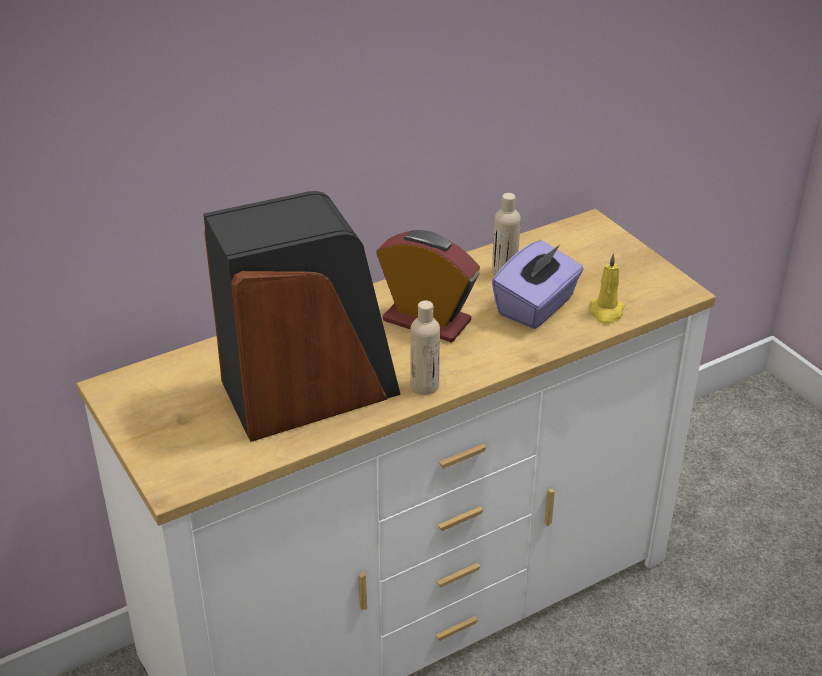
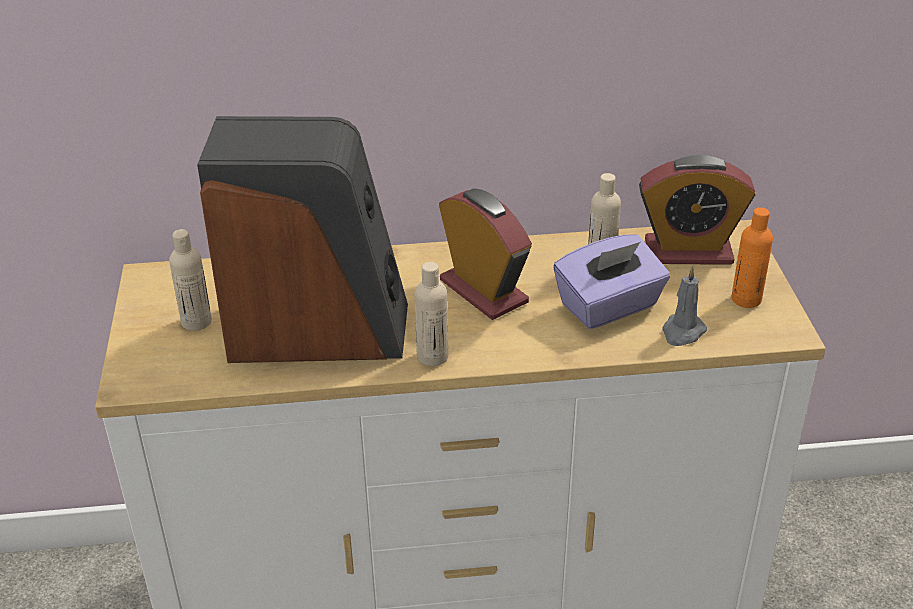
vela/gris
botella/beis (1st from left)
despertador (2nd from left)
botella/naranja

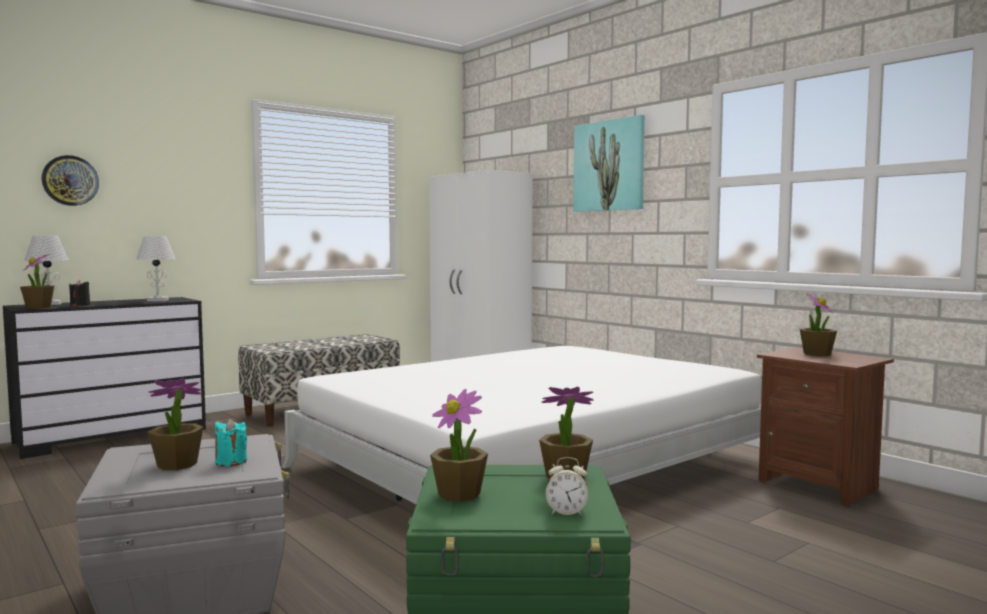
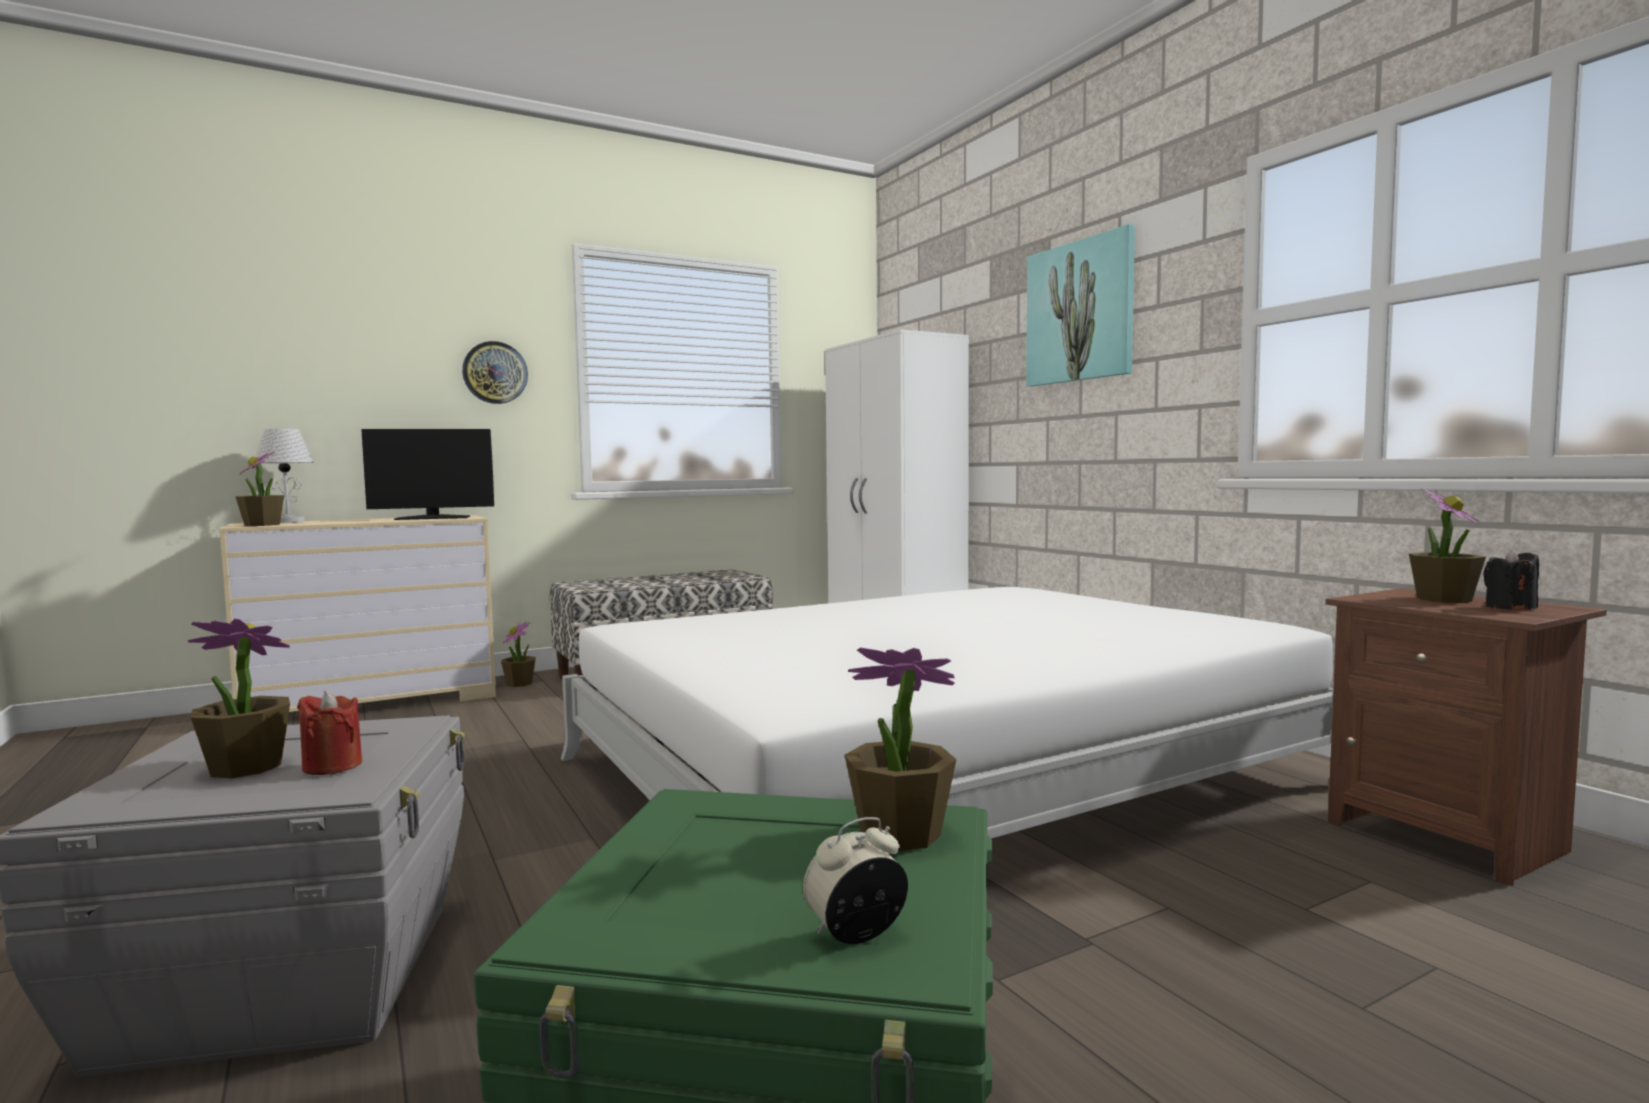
cómoda/beis
reloj de pared
vela/negro
monitor
vela/rojo
planta en maceta (3rd from left)
despertador

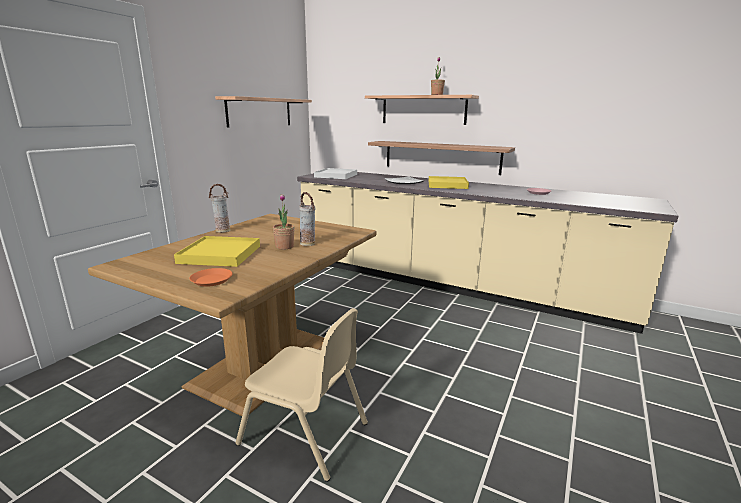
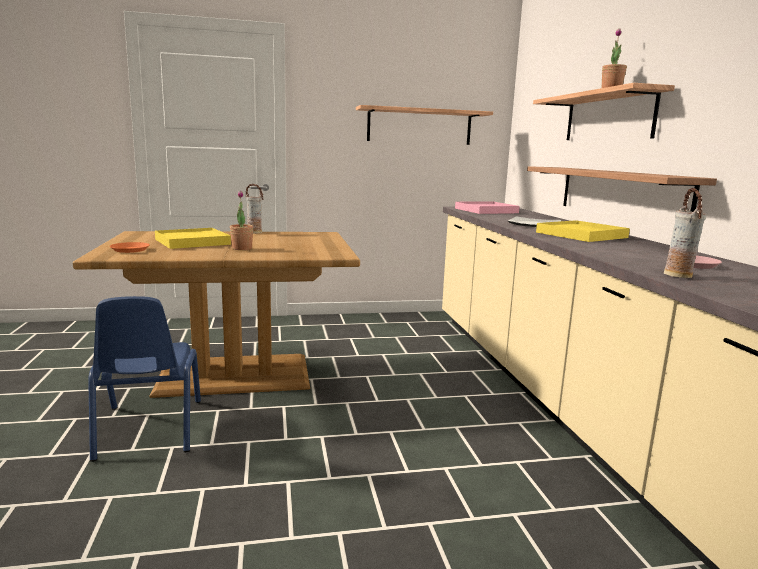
silla/azul
florero (2nd from left)
bandeja/rosa

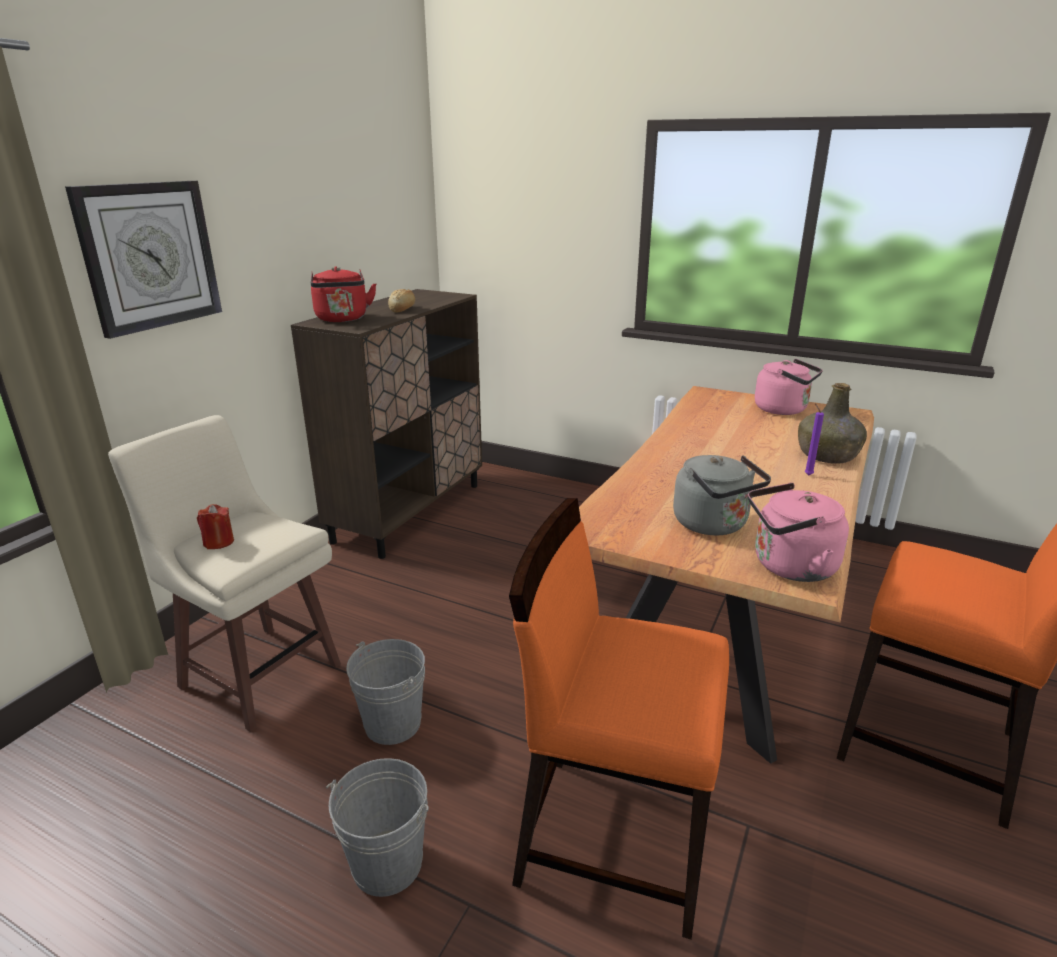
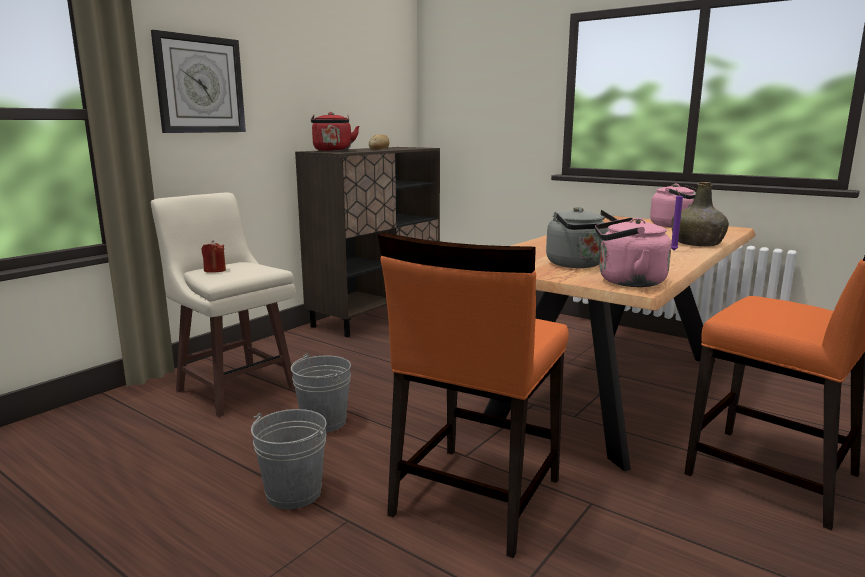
silla/naranja (1st from left)

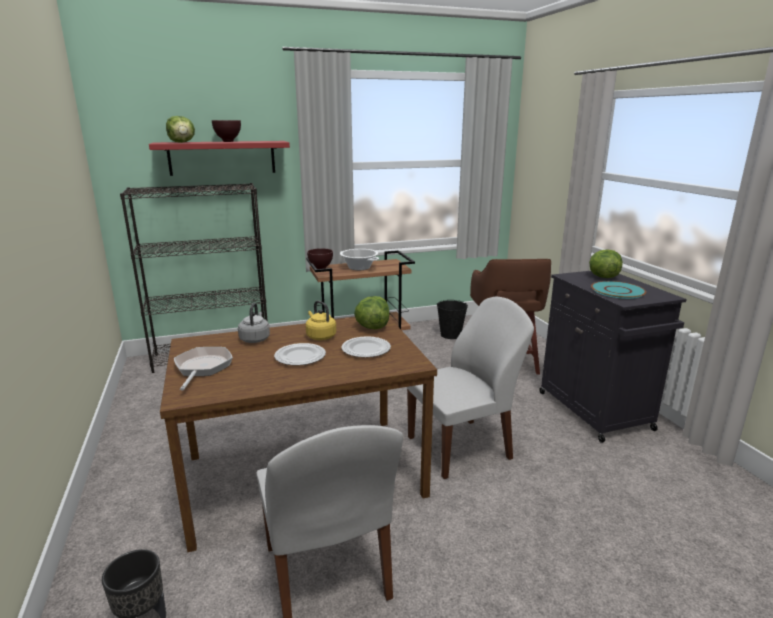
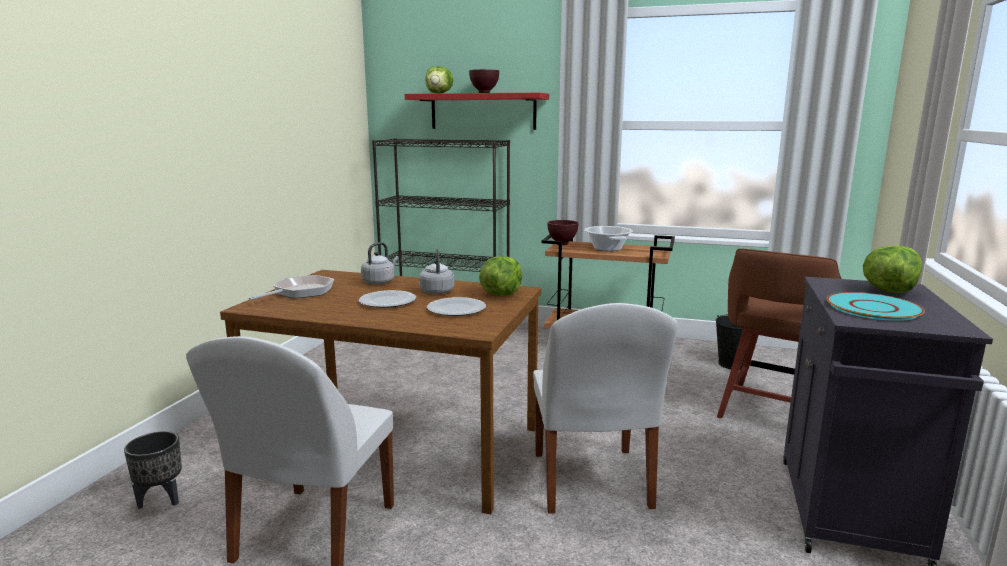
hervidor/gris (2nd from left)
silla/blanco (2nd from left)

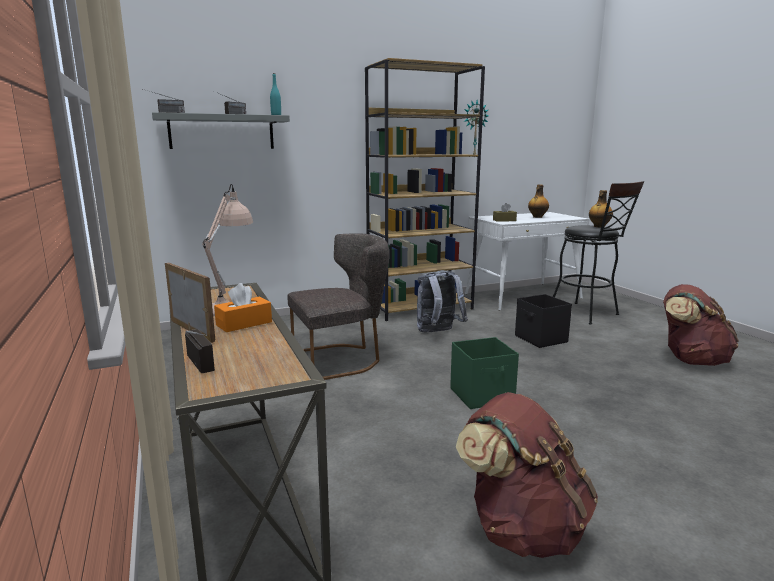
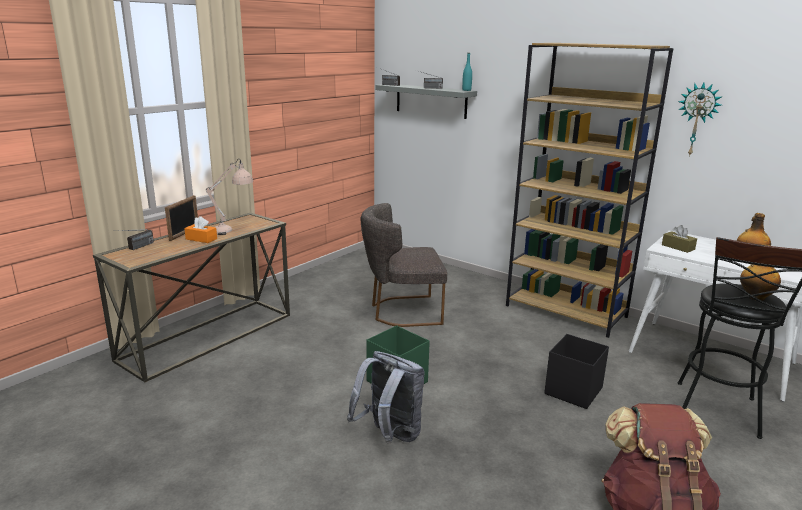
silla/gris
mochila/gris
mochila/marrón (1st from left in the first image)

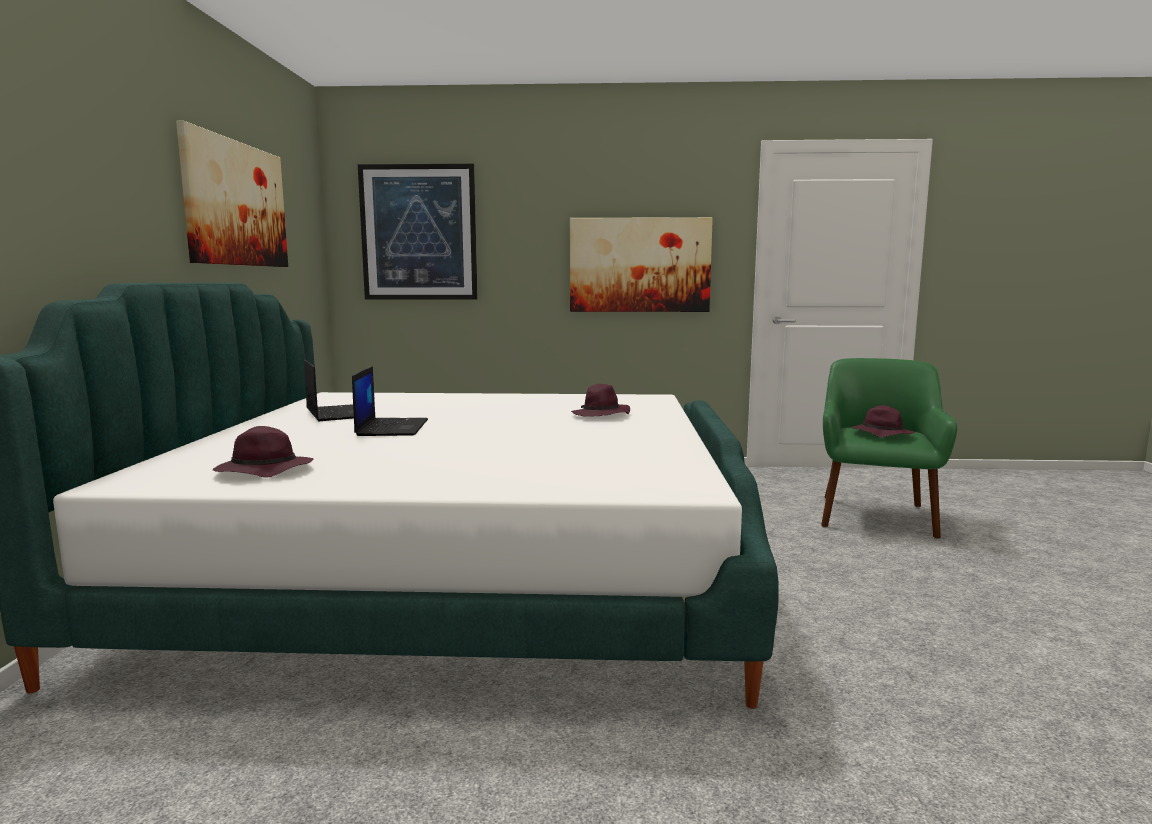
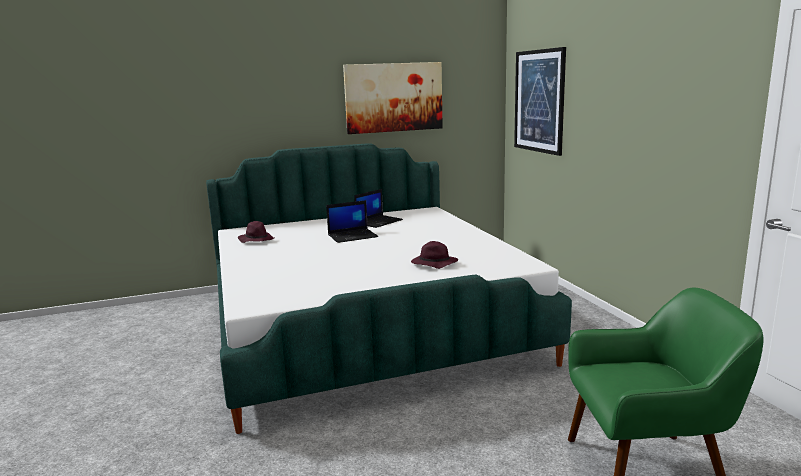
cuadro (3rd from left in the first image)
sombrero/morado (3rd from left in the first image)

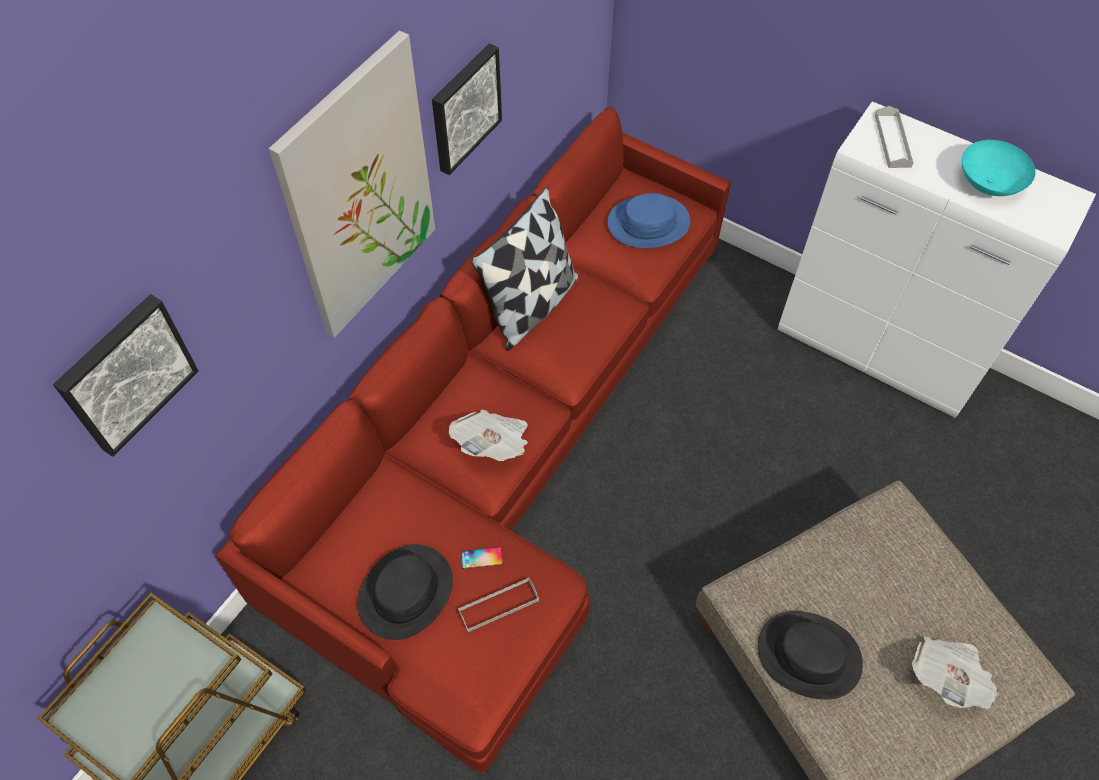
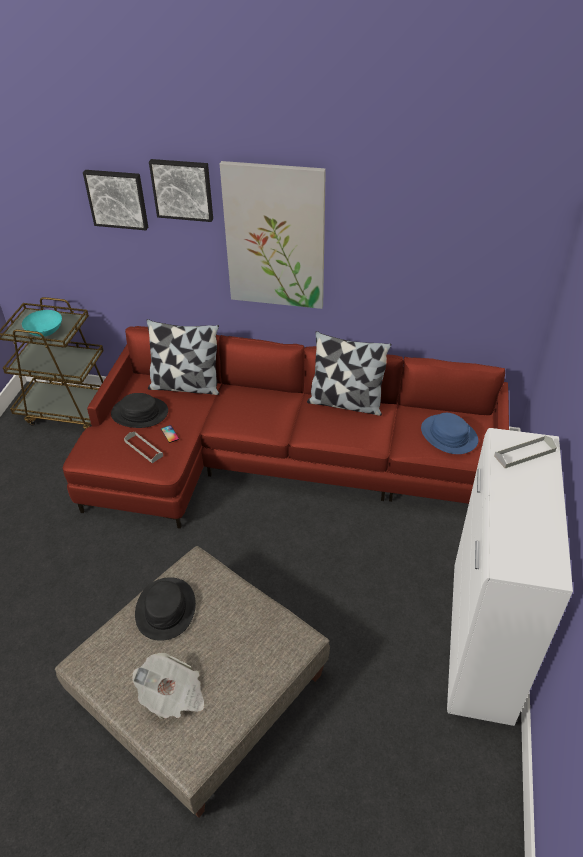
cuadro (2nd from left)
periódico (1st from left in the first image)
cuenco/turquesa
cojín (1st from left)

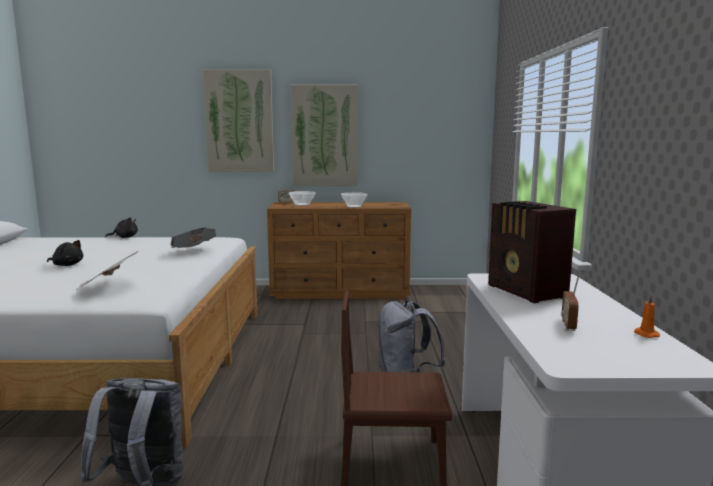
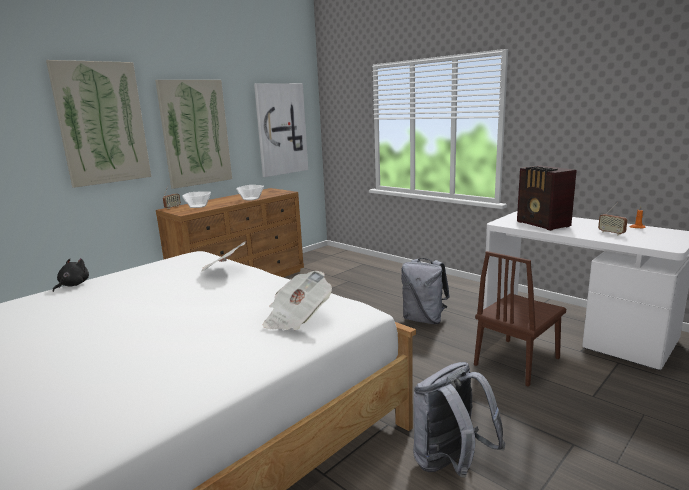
peluche/negro (1st from left in the first image)
radio (2nd from left)
cuadro (3rd from left)

